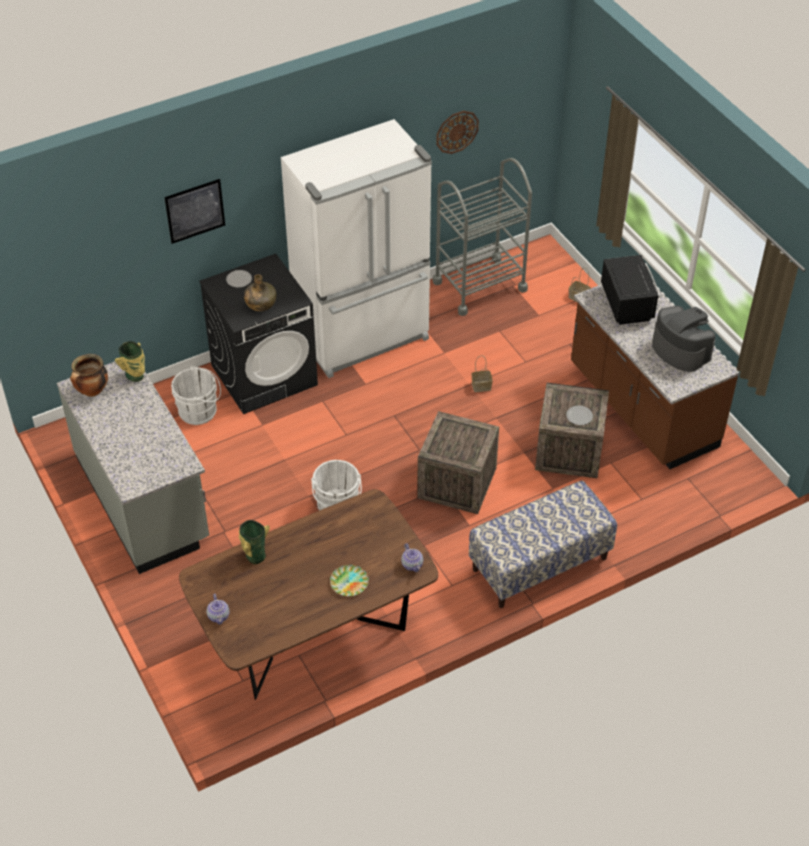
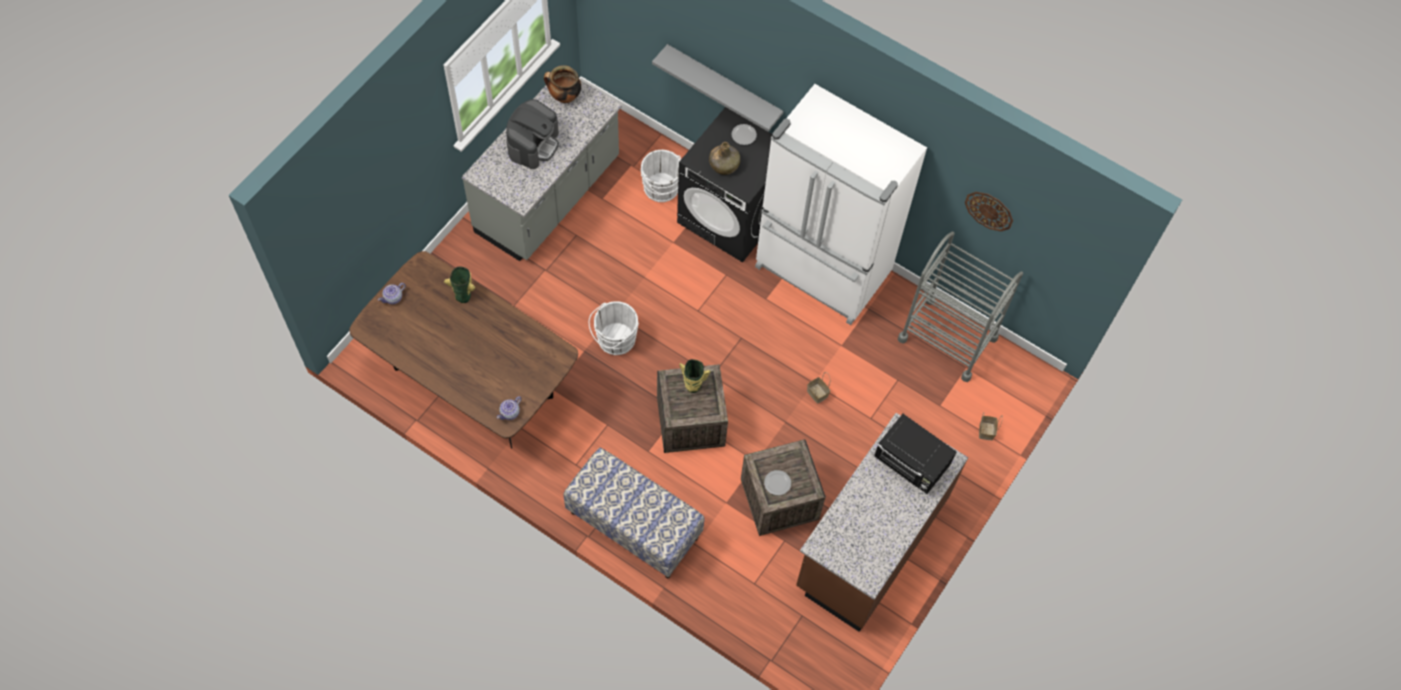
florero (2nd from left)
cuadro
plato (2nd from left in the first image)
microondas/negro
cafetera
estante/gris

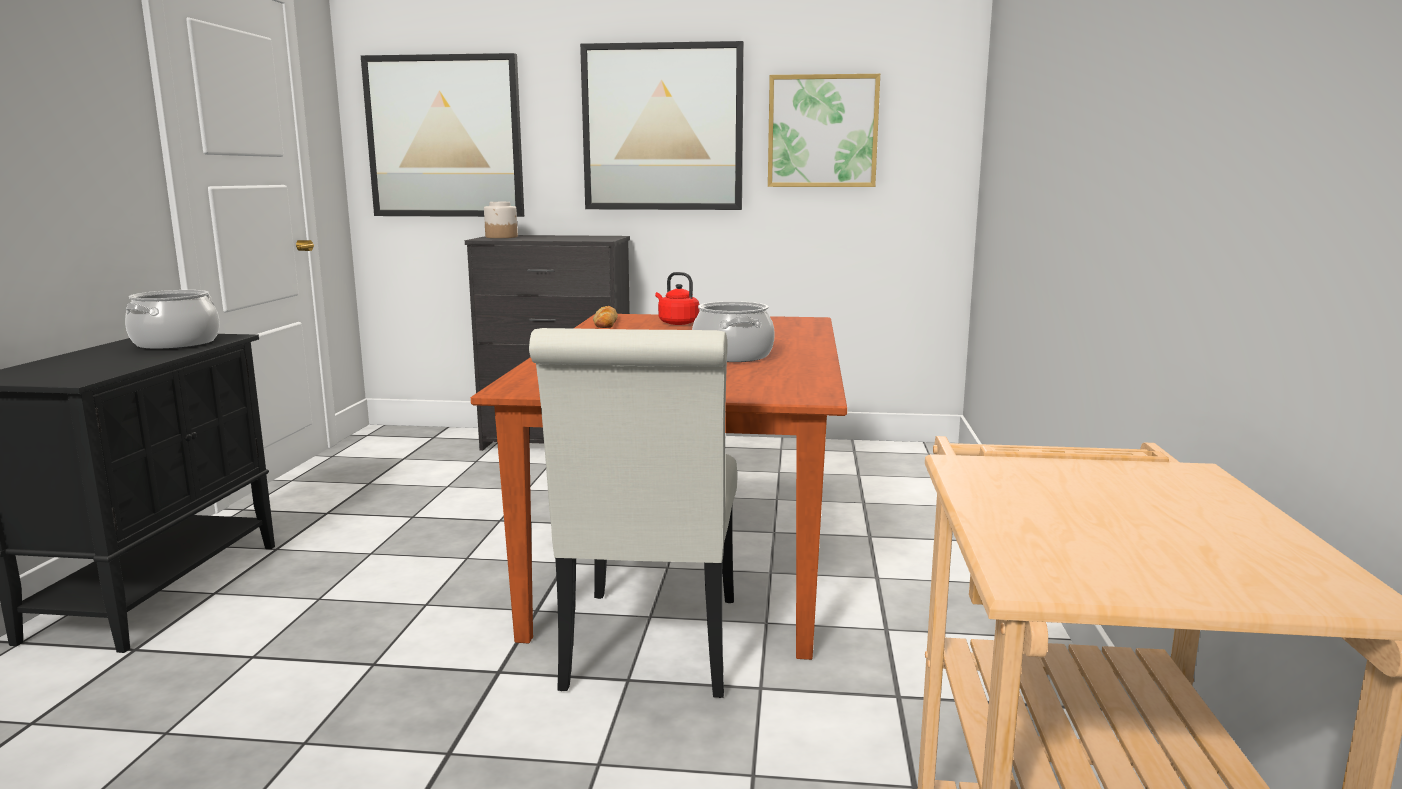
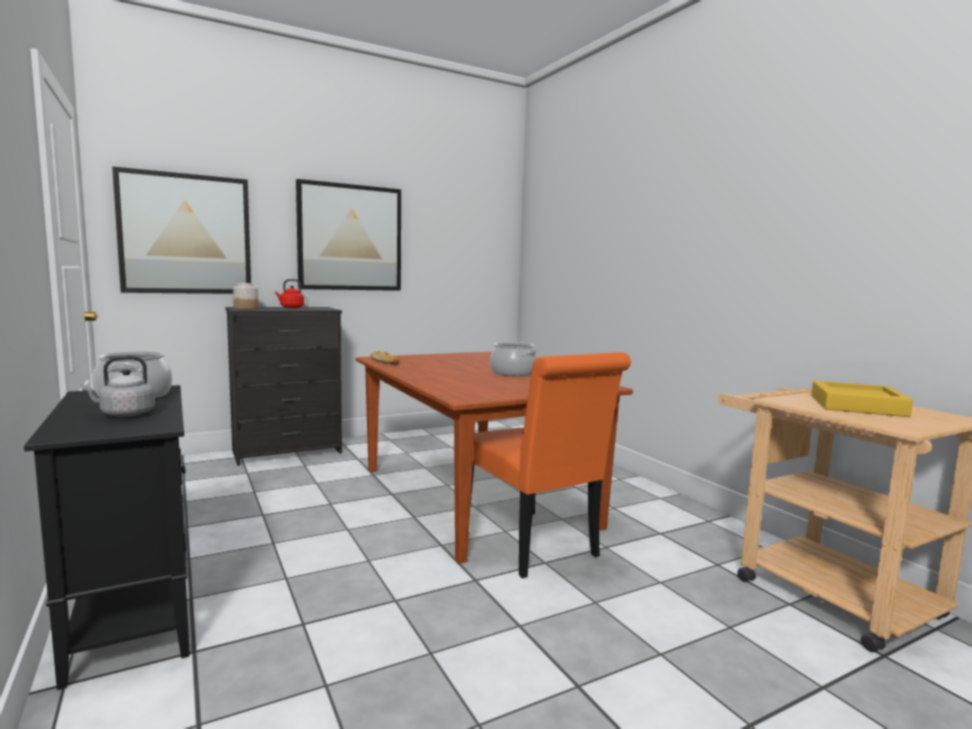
silla/naranja
hervidor/rojo
cuadro (3rd from left in the first image)
hervidor/gris
bandeja/amarillo

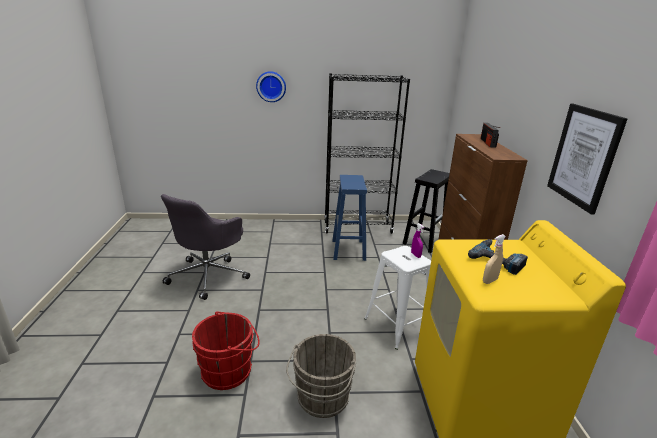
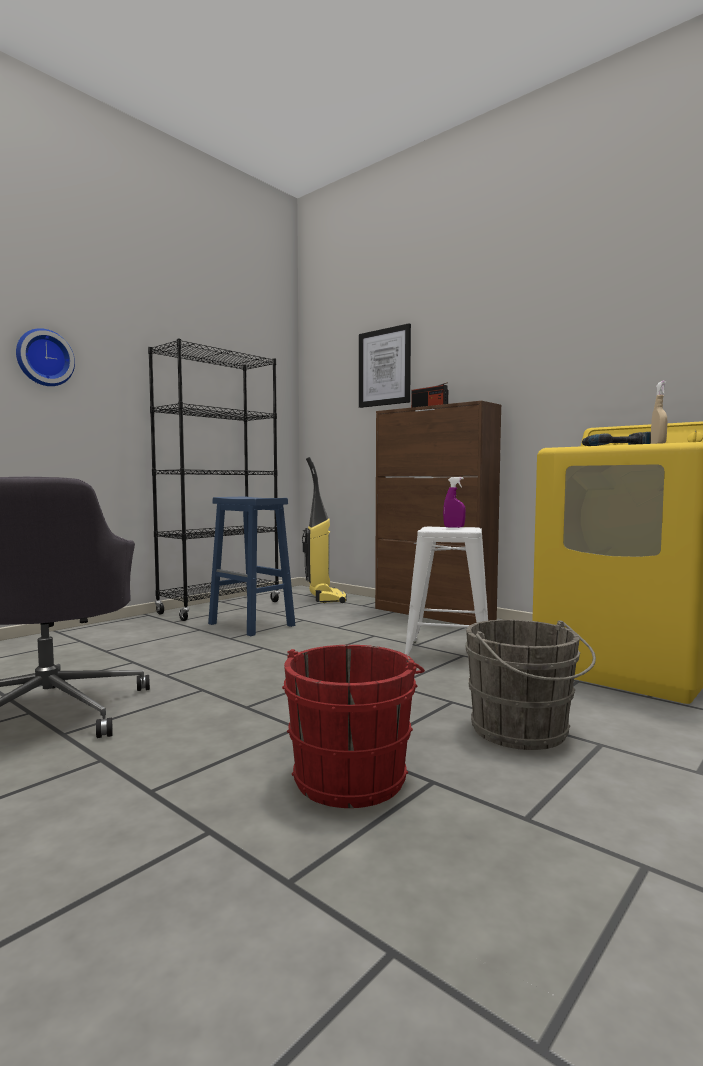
aspiradora
cuadro

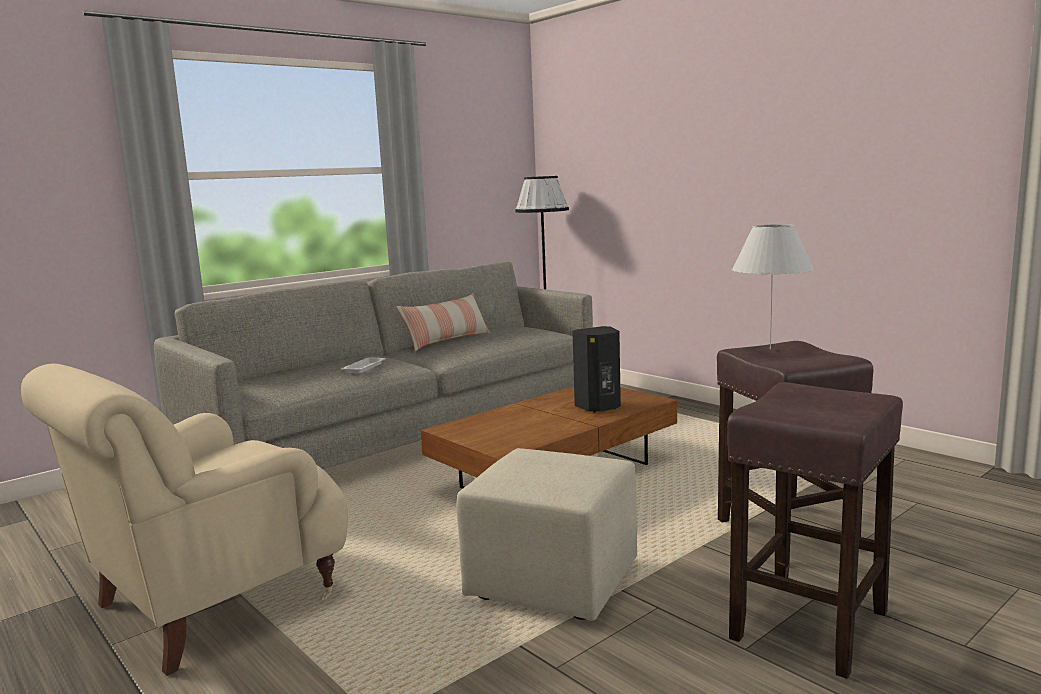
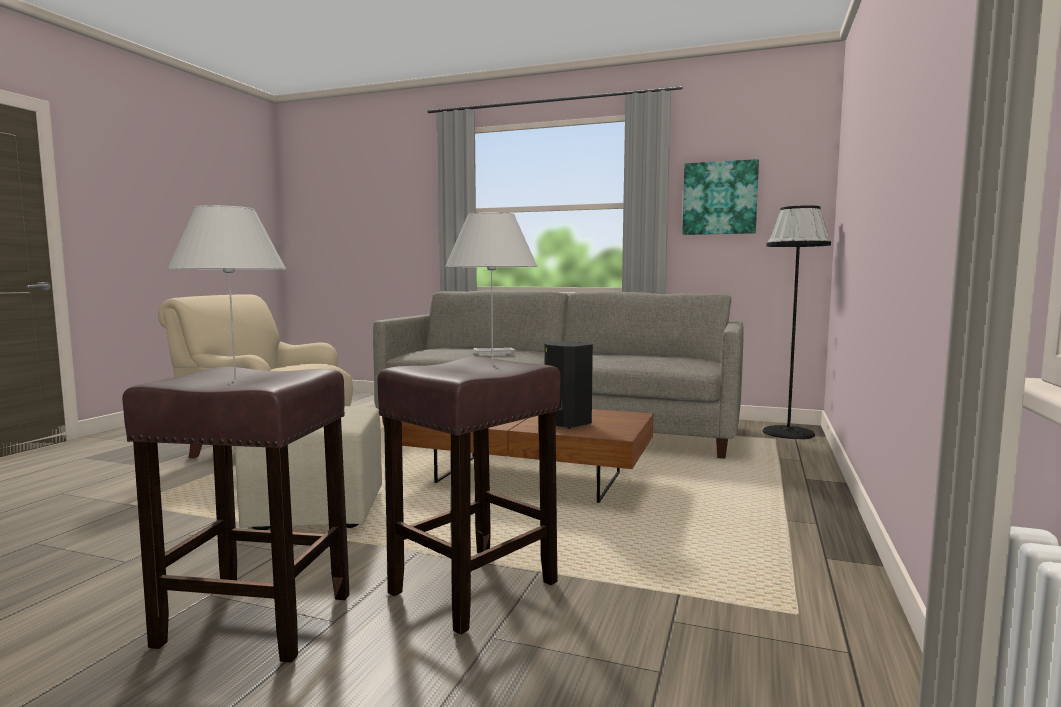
cojín
lámpara de mesa/blanco (1st from left)
cuadro

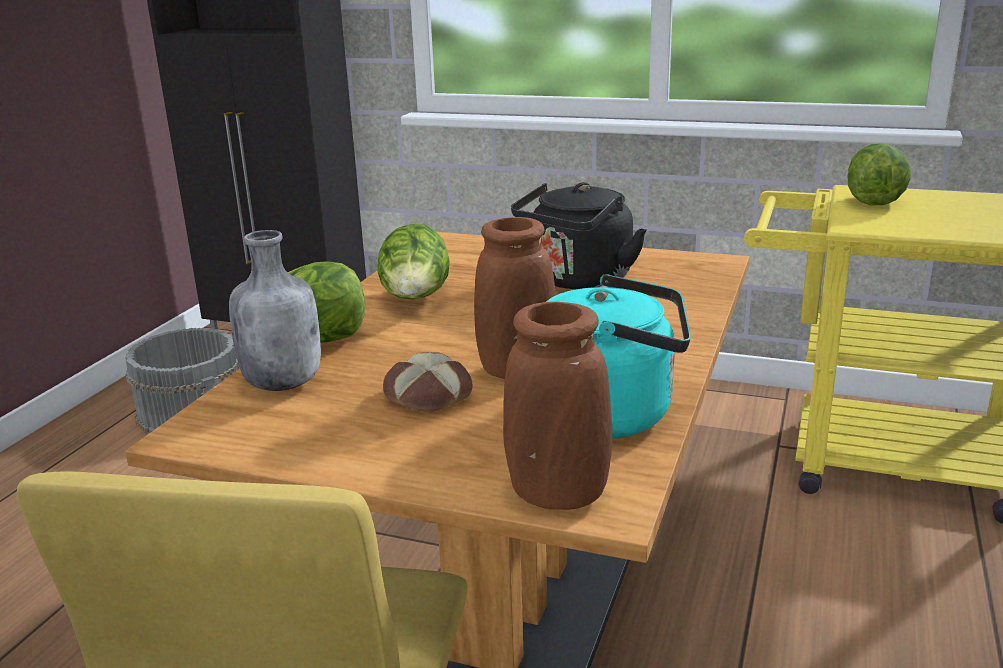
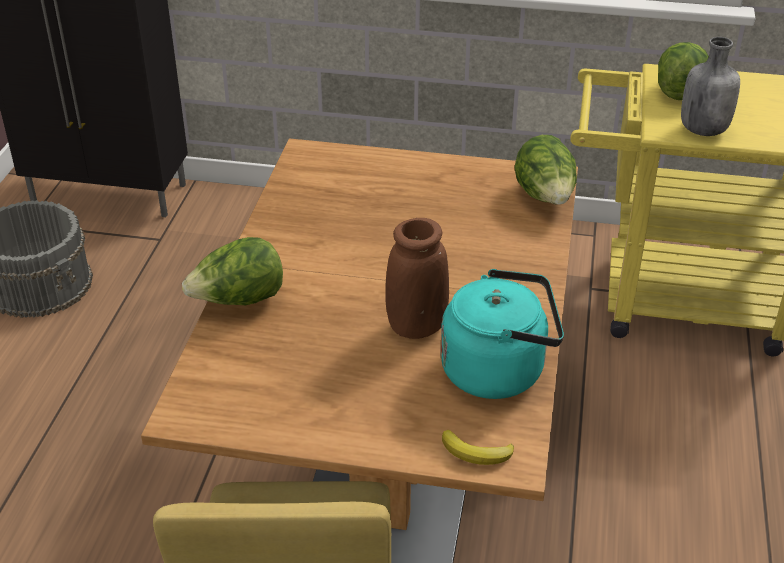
botella/gris
lechuga (2nd from left)
pan
plátano
hervidor/negro

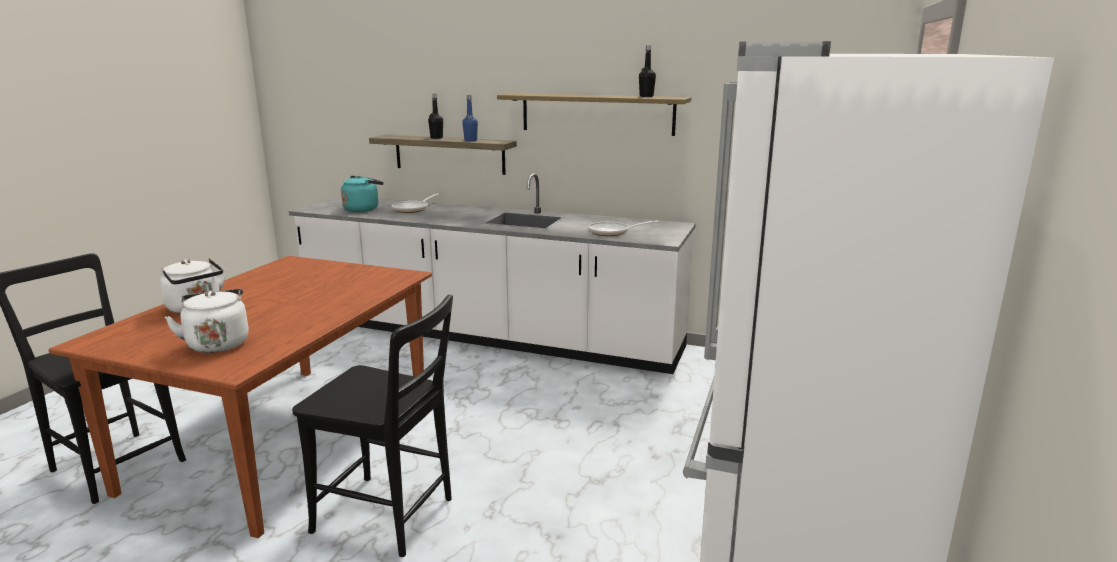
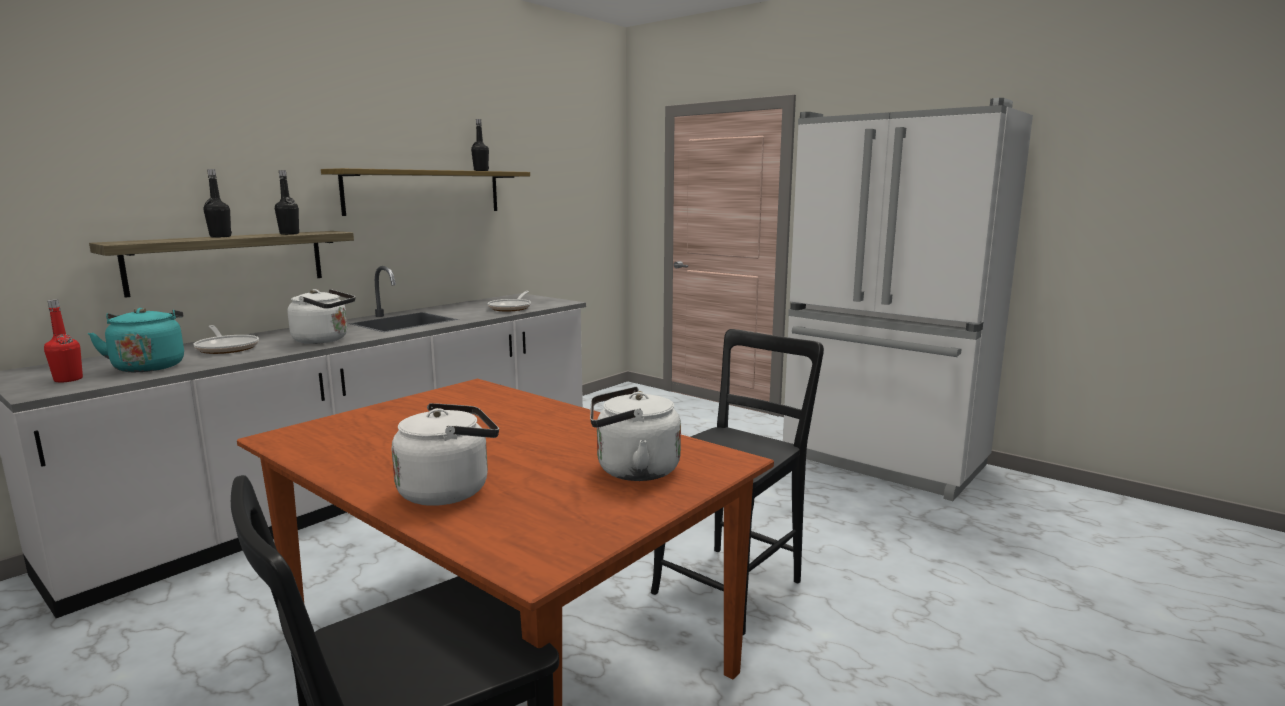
botella/negro (2nd from left)
botella/rojo
hervidor/blanco (1st from left)

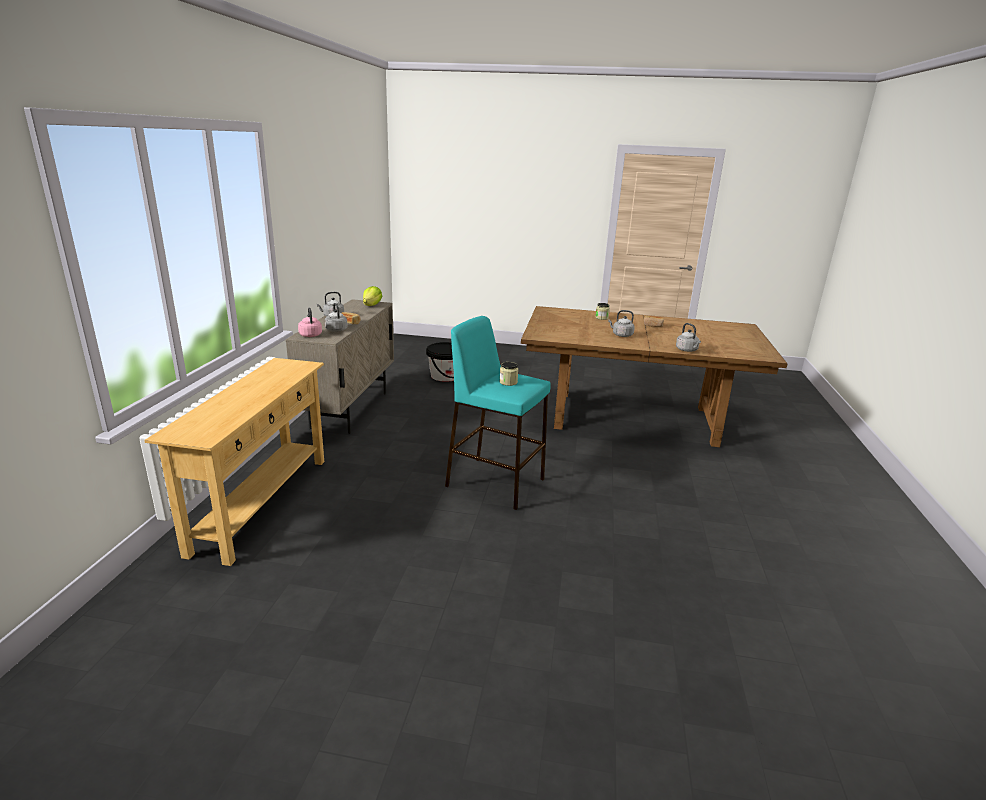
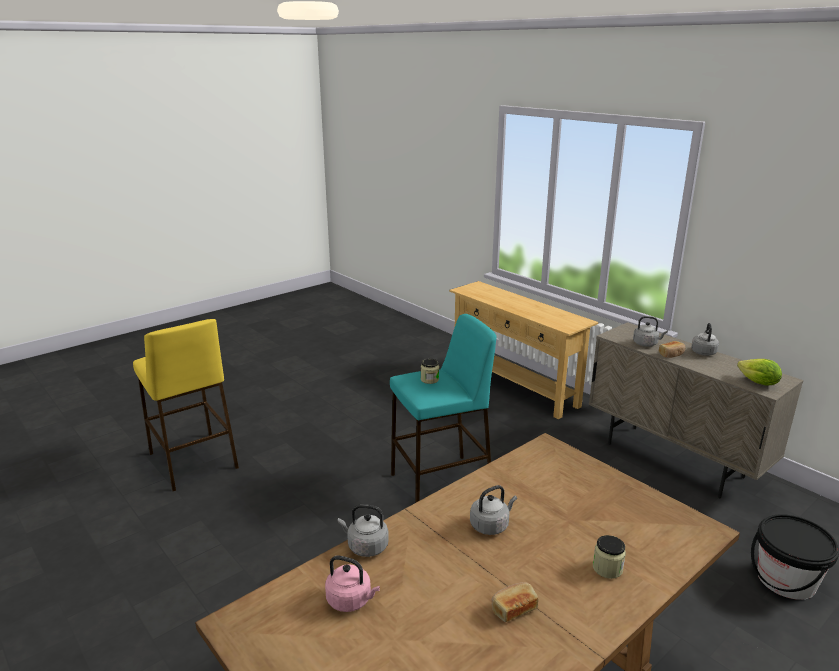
hervidor/rosa
taburete/amarillo

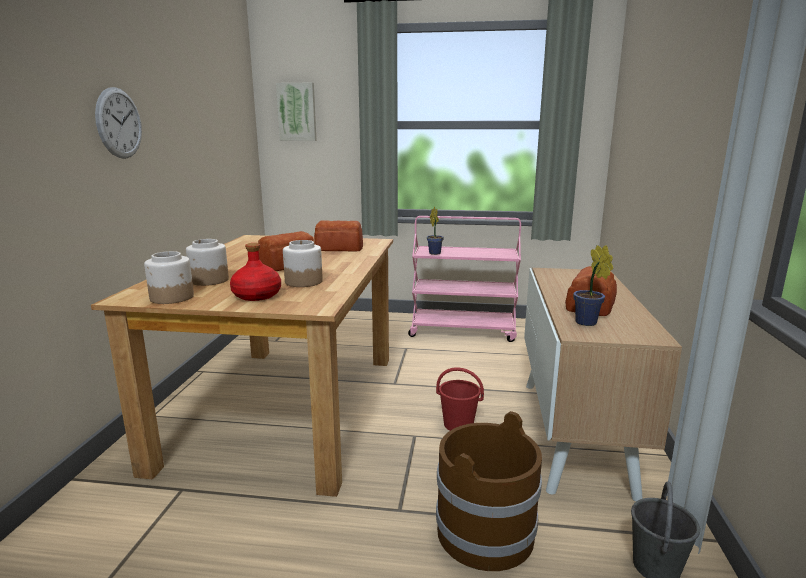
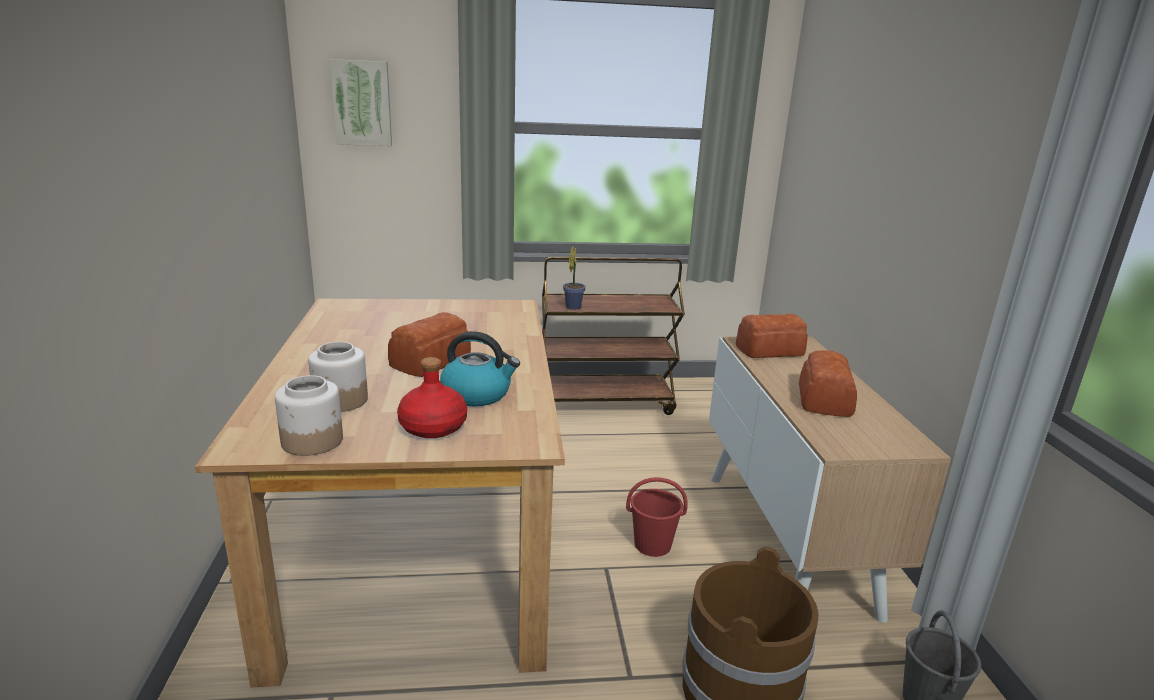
reloj de pared
hervidor
pan (2nd from left)
carrito/marrón
planta en maceta (2nd from left in the first image)

